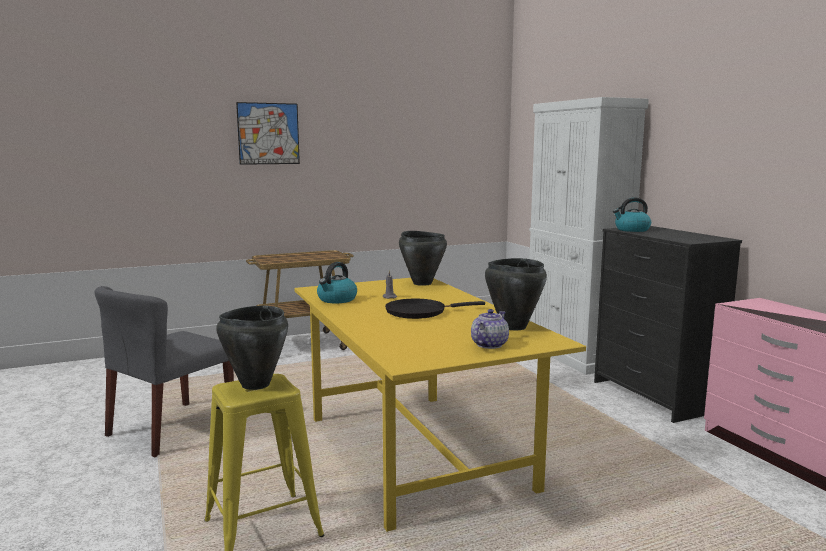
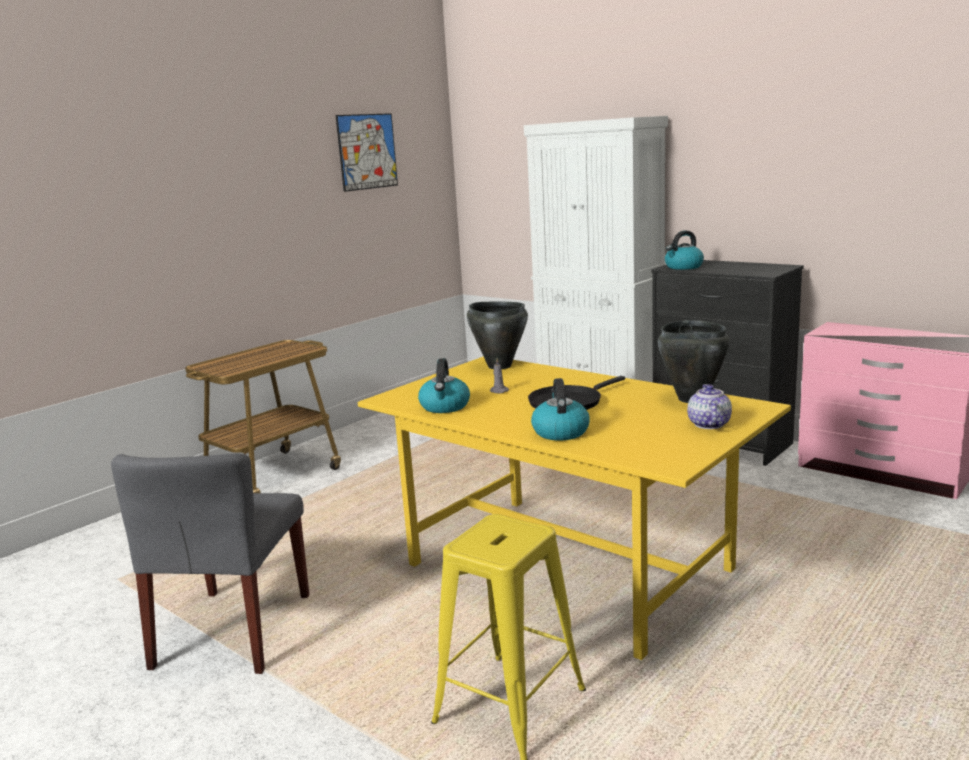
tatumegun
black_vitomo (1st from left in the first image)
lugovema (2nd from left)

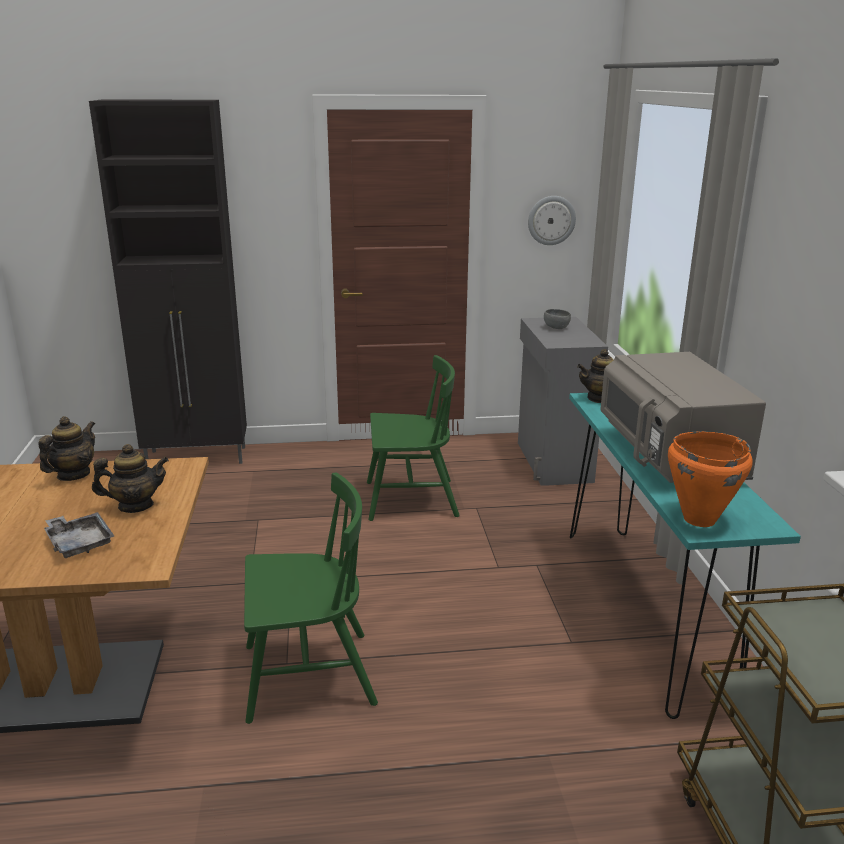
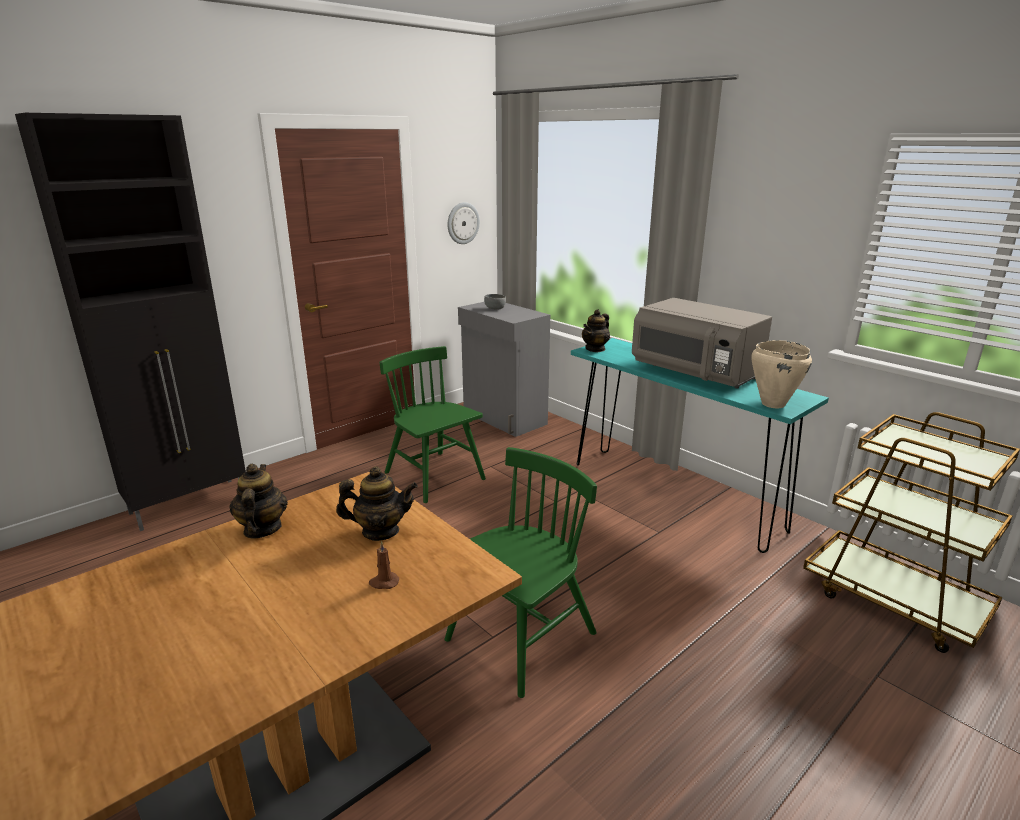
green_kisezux (1st from left)
beige_vitomo
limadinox (2nd from left)
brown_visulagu

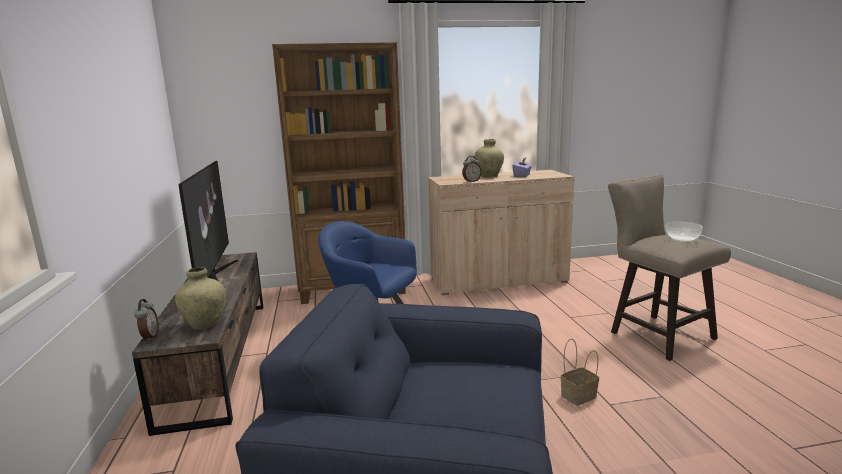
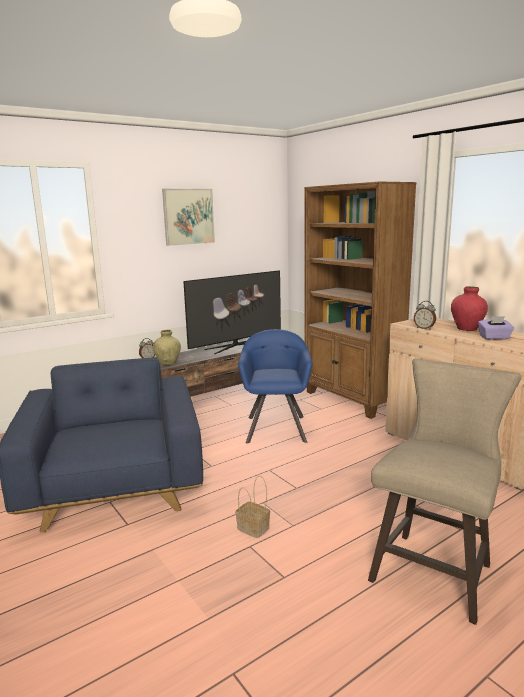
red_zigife
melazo
tatumegun

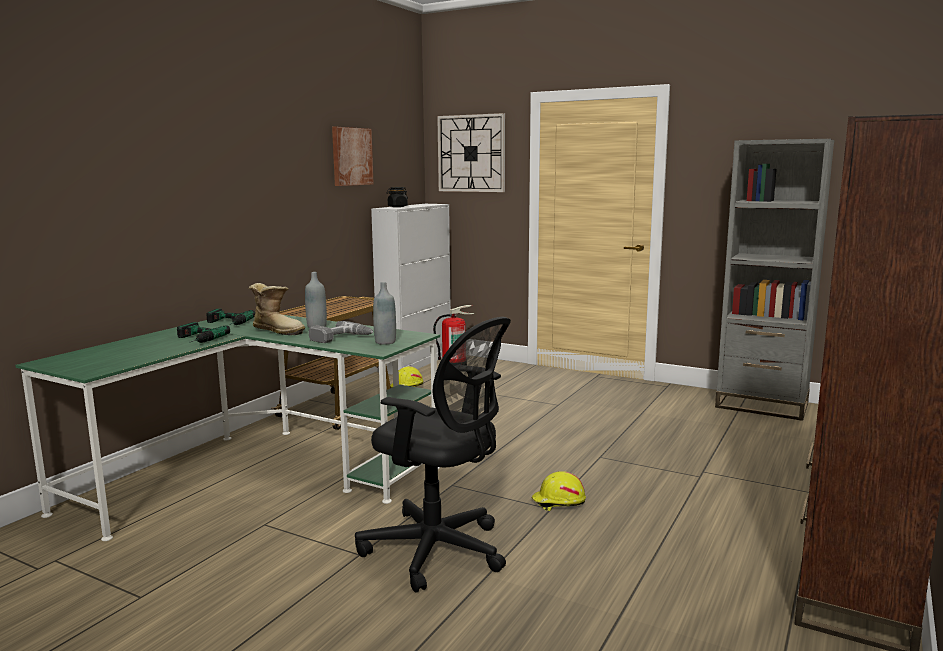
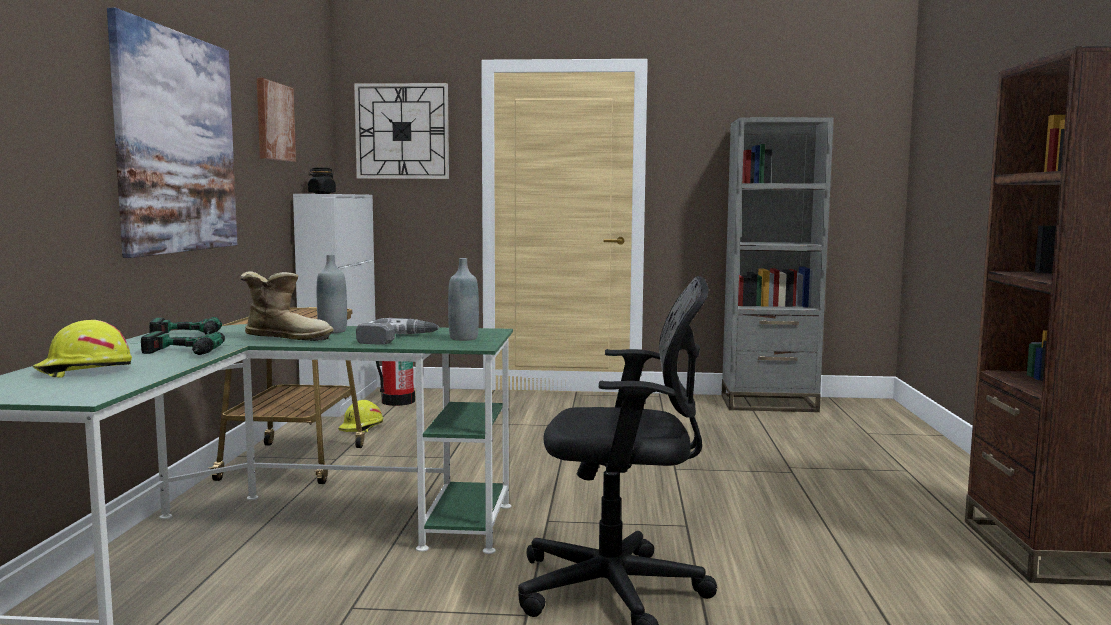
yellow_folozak (1st from left)
tatumegun (1st from left)

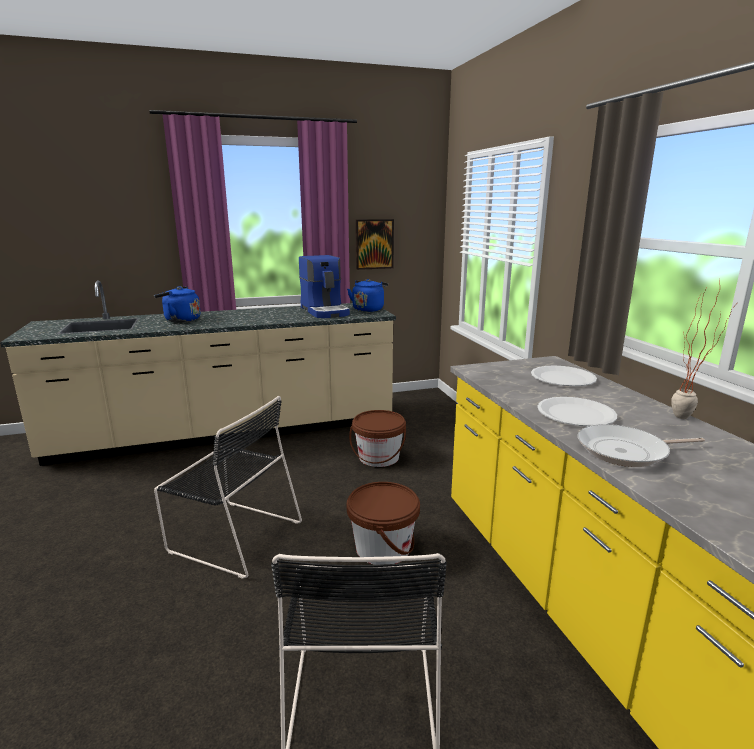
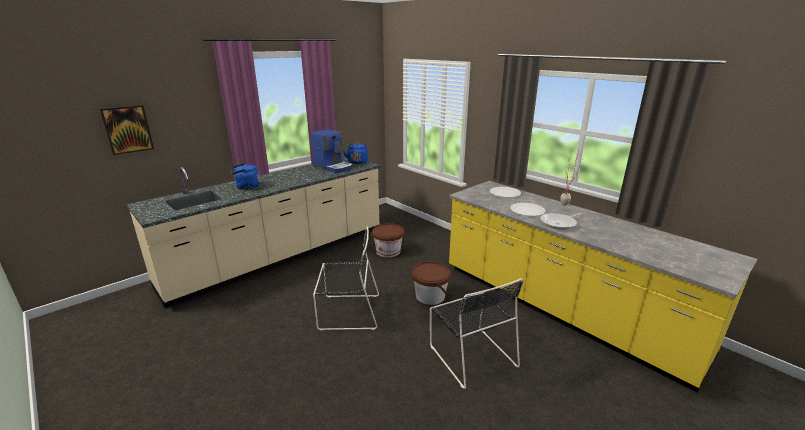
tatumegun

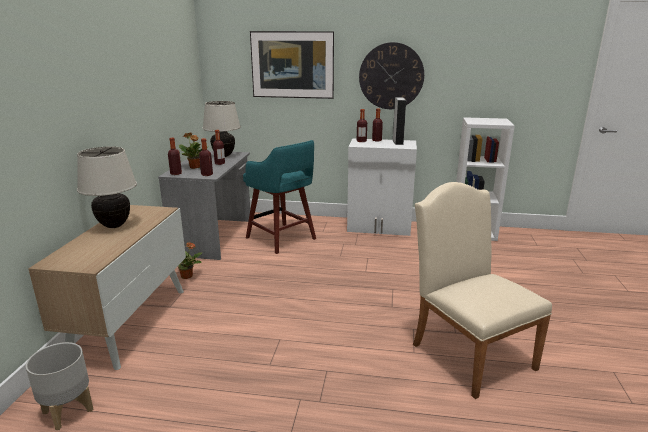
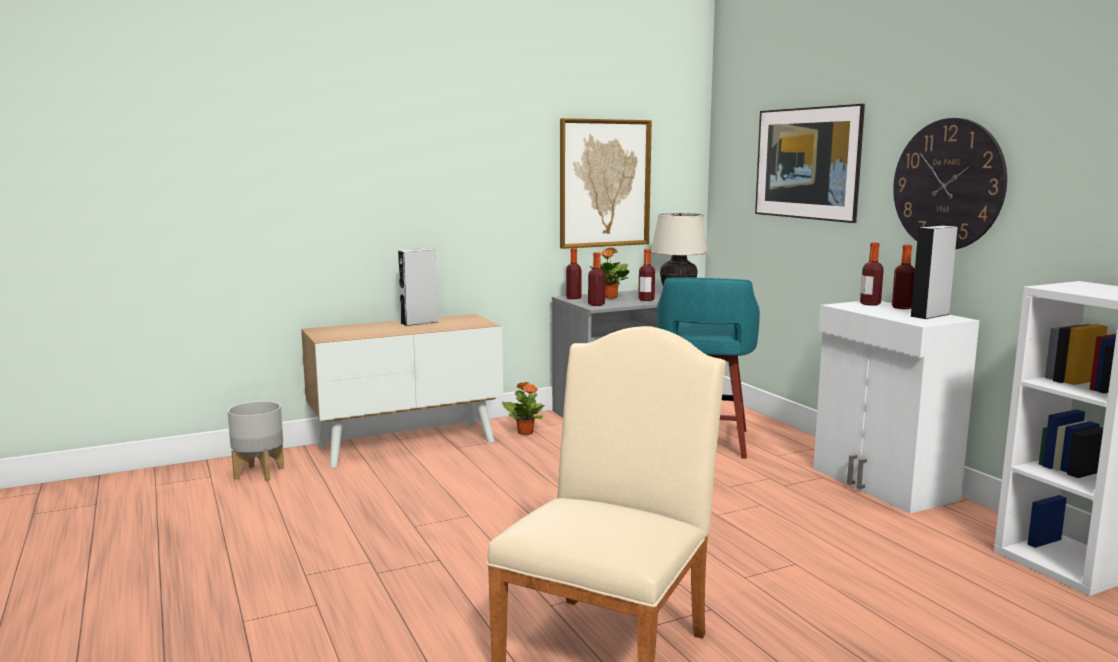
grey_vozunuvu (1st from left)
tatumegun (1st from left)

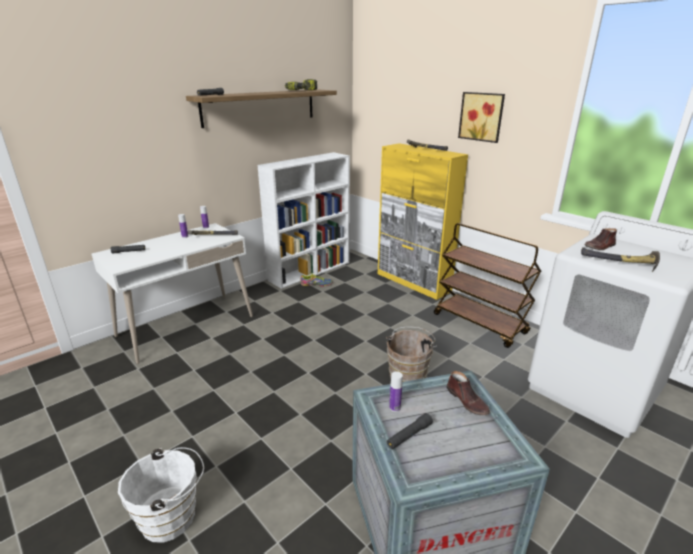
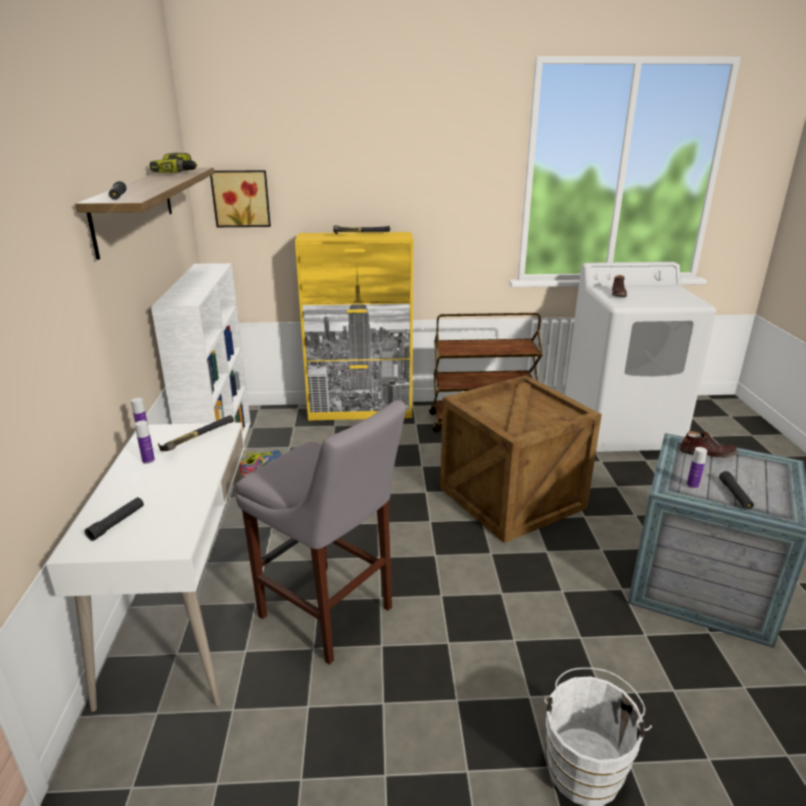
tatumegun
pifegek (3rd from left in the first image)
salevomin (1st from left)
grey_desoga

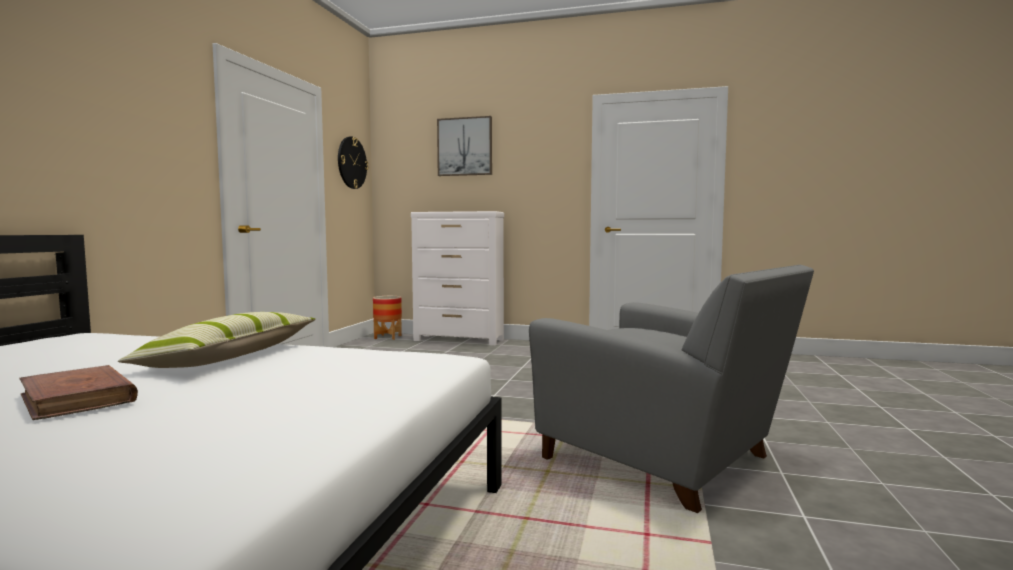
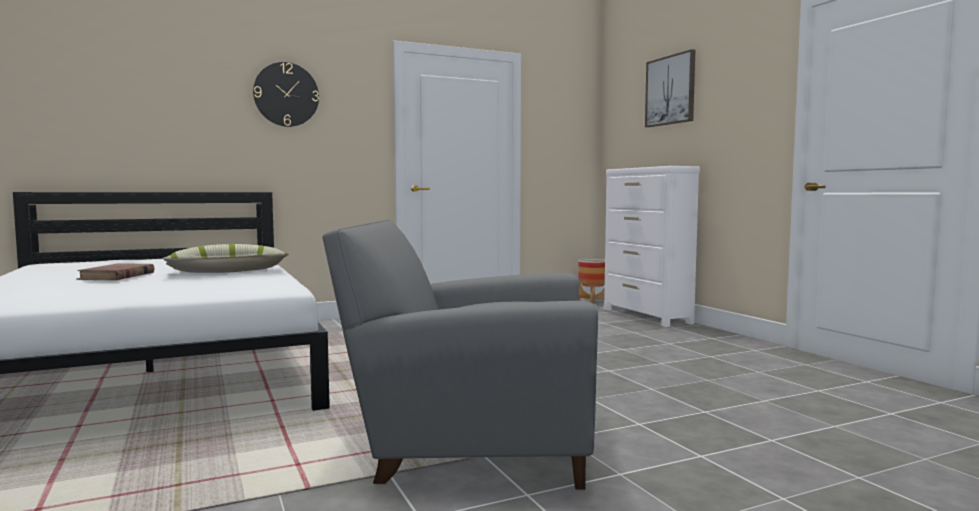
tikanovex
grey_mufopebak

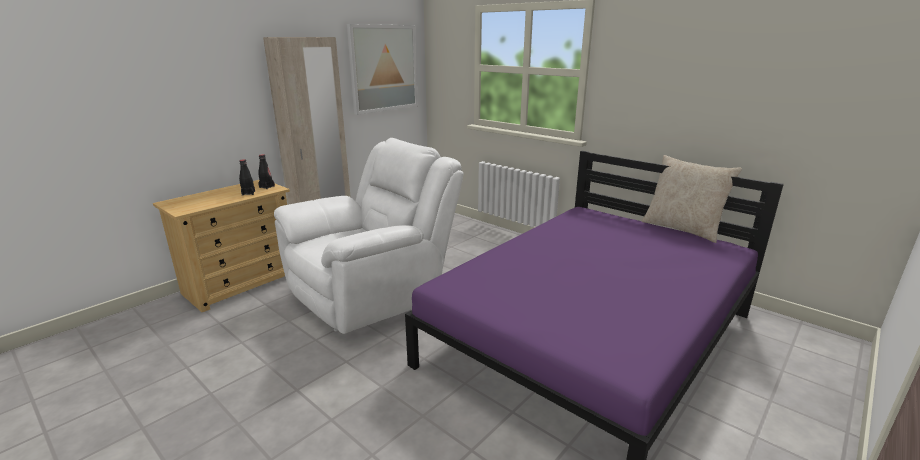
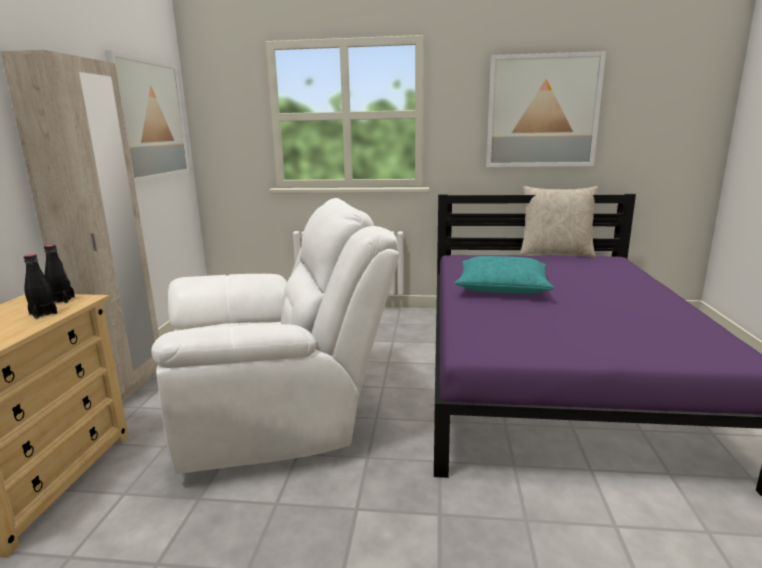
white_mufopebak
tatumegun (2nd from left)
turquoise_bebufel

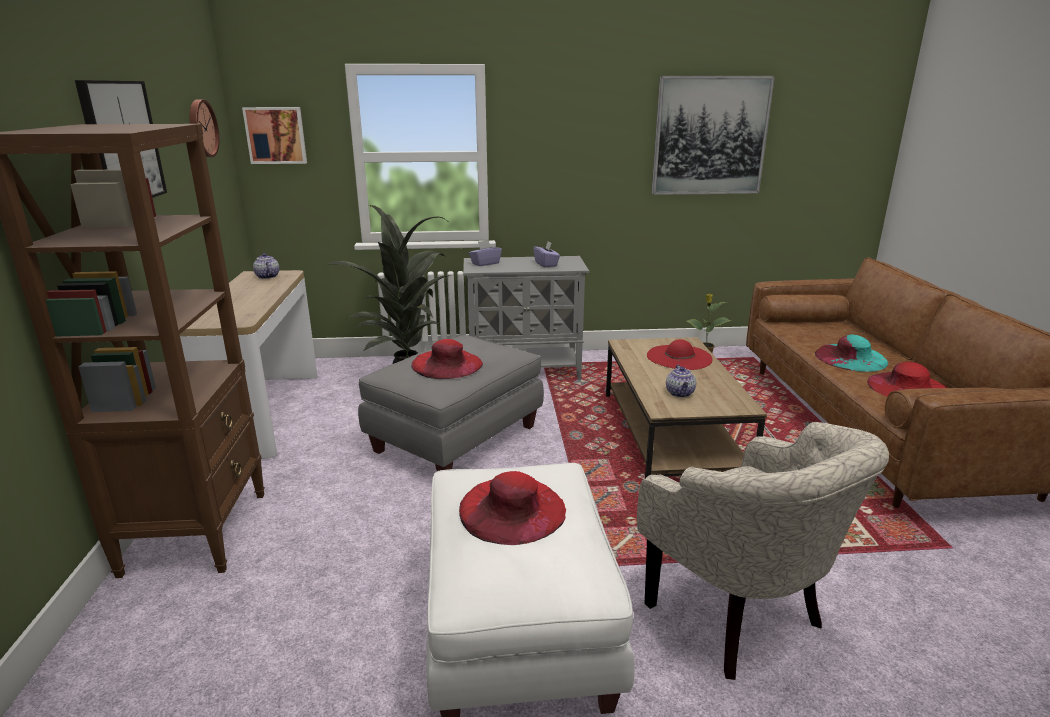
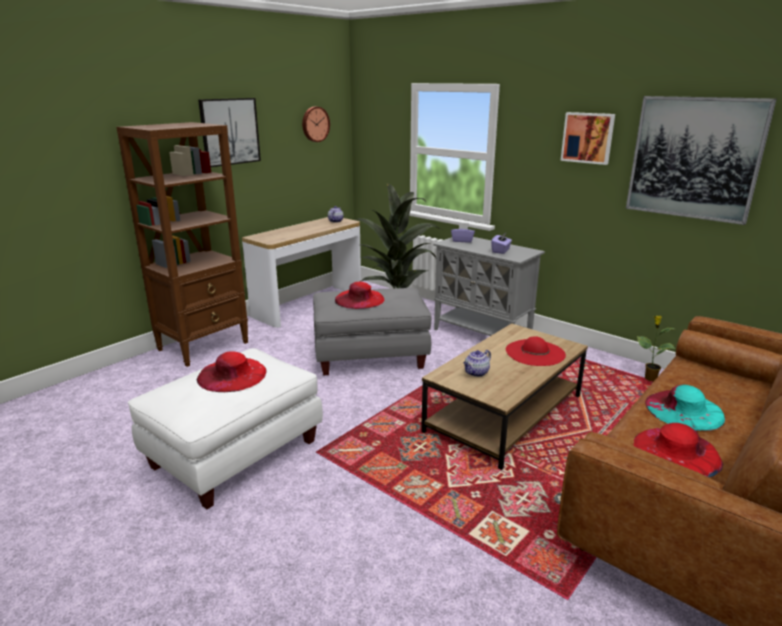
tatumegun (2nd from left)
beige_mufopebak

